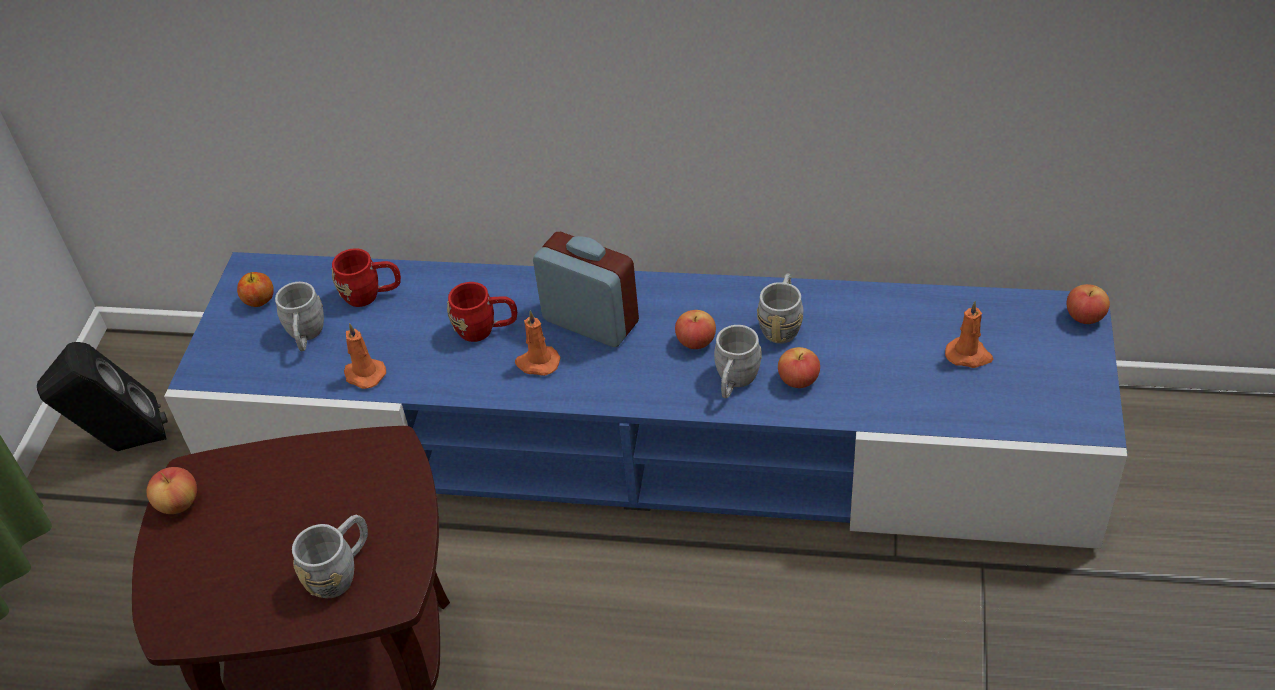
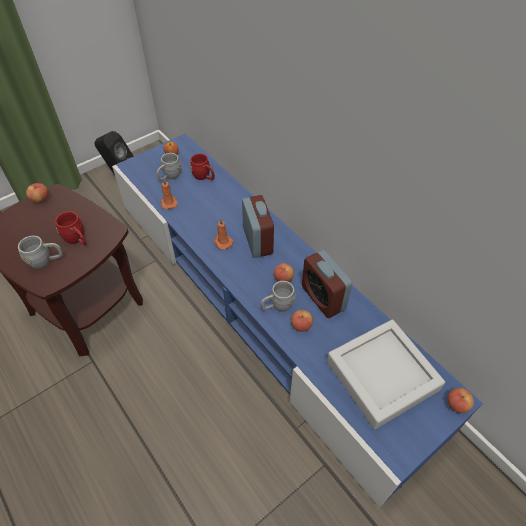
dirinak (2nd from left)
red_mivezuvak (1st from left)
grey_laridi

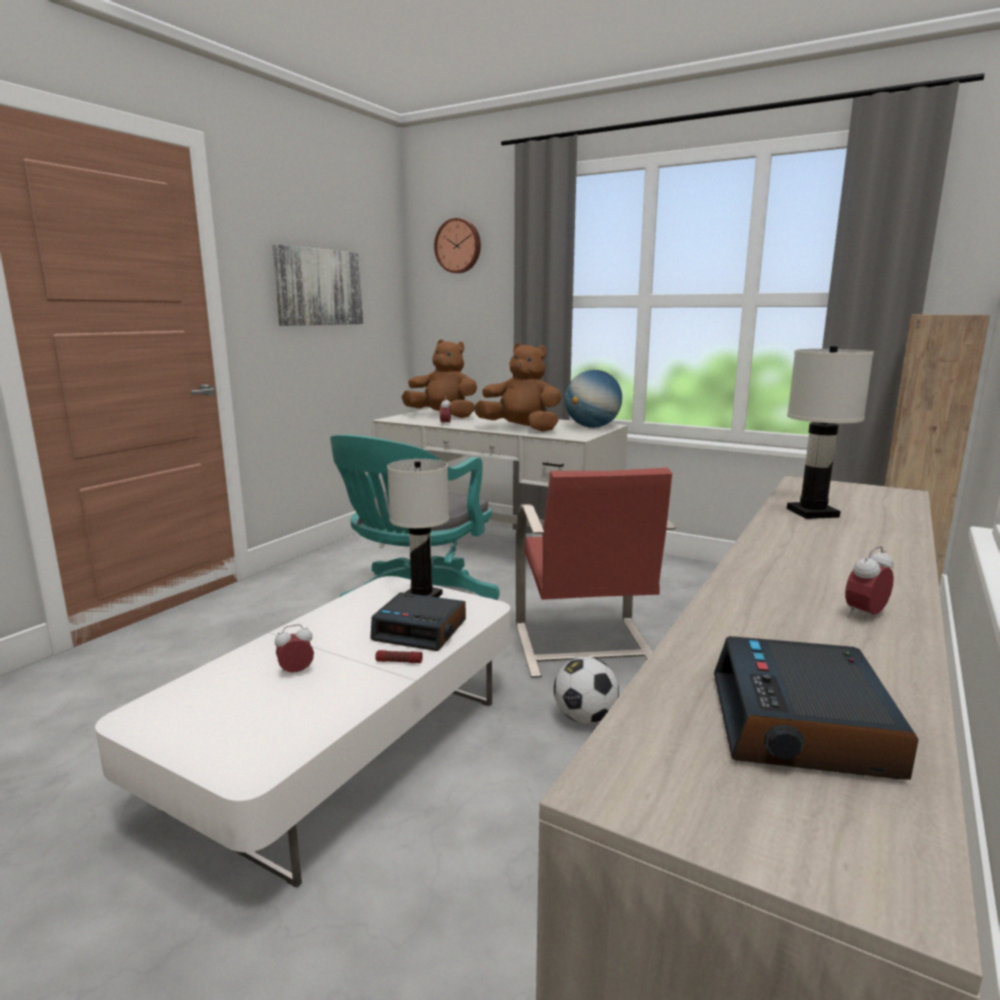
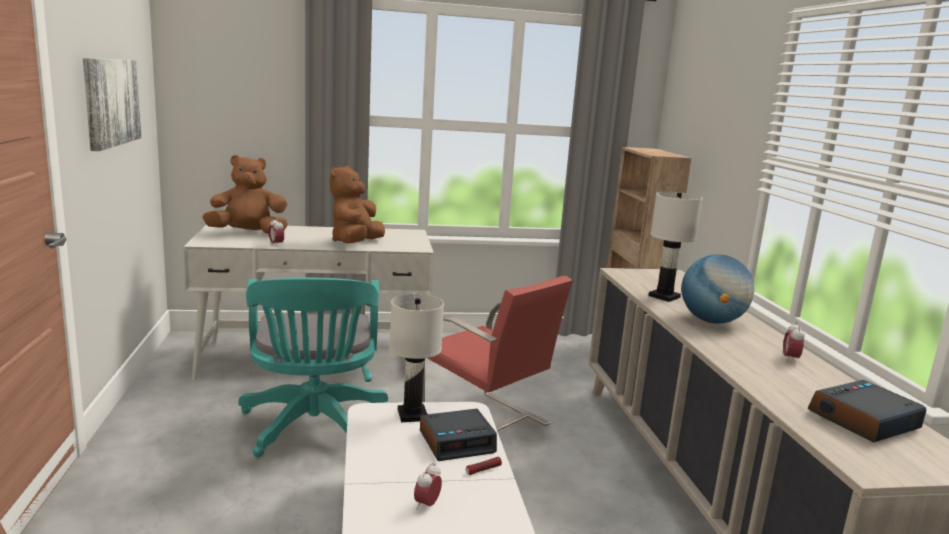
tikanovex
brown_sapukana (2nd from left)
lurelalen
dirinak (5th from left)
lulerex

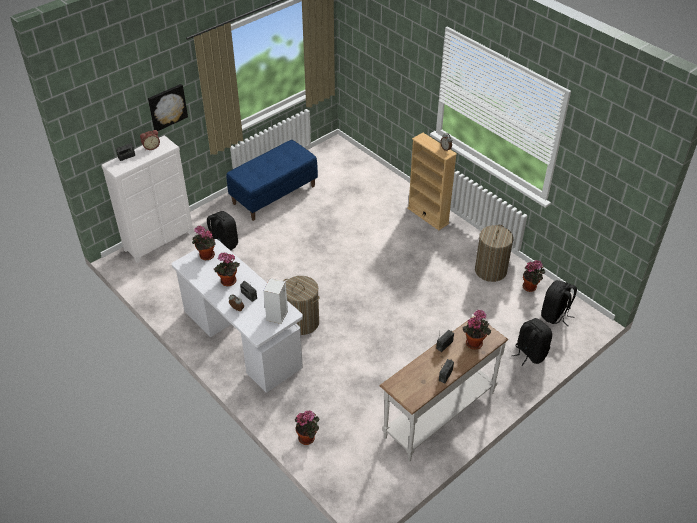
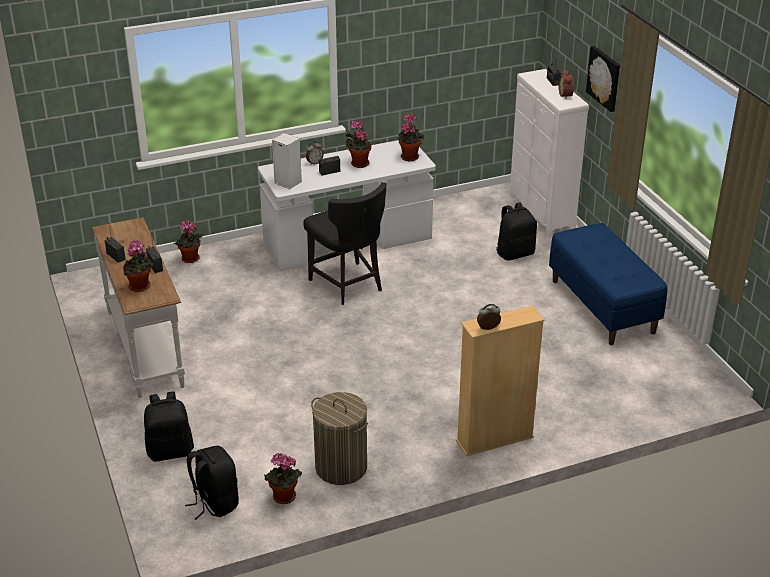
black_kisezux

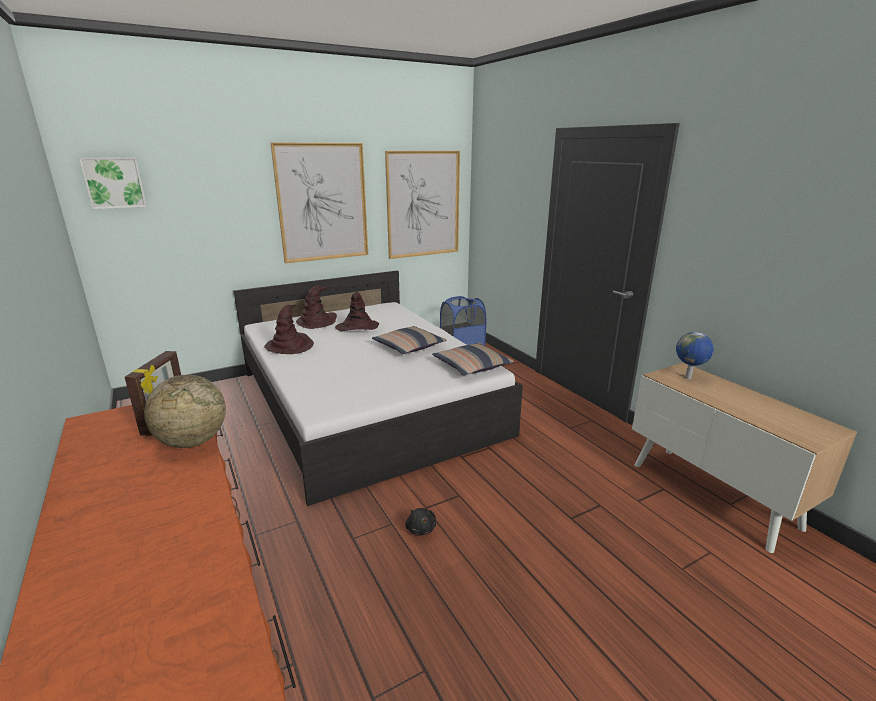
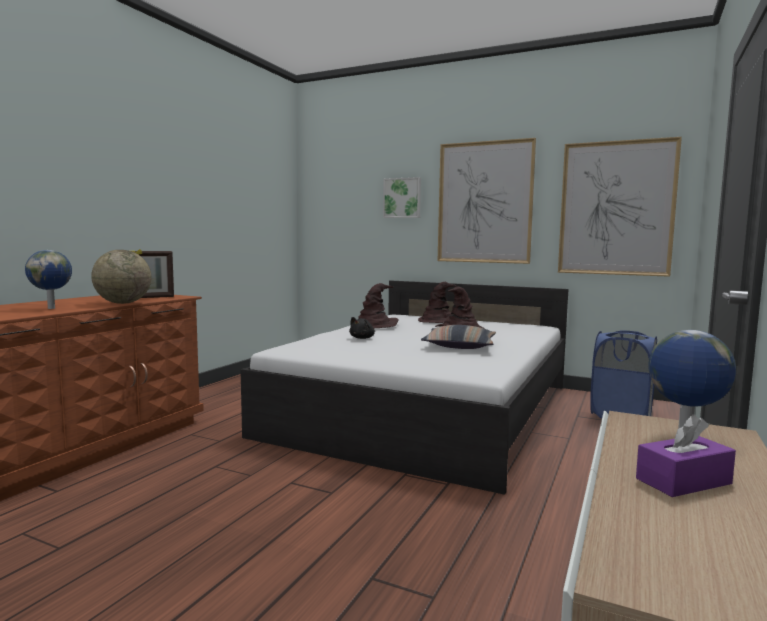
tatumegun (1st from left)
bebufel (2nd from left in the first image)
black_sapukana
lurelalen (1st from left)
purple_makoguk

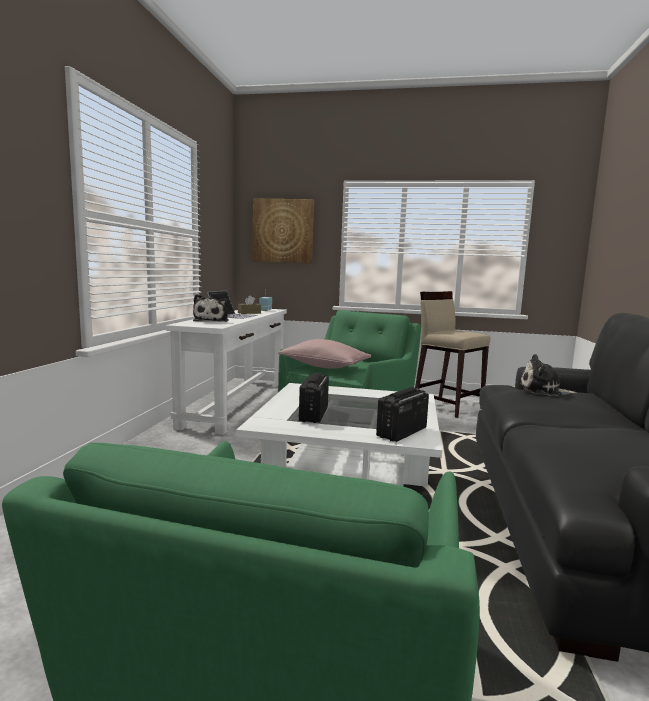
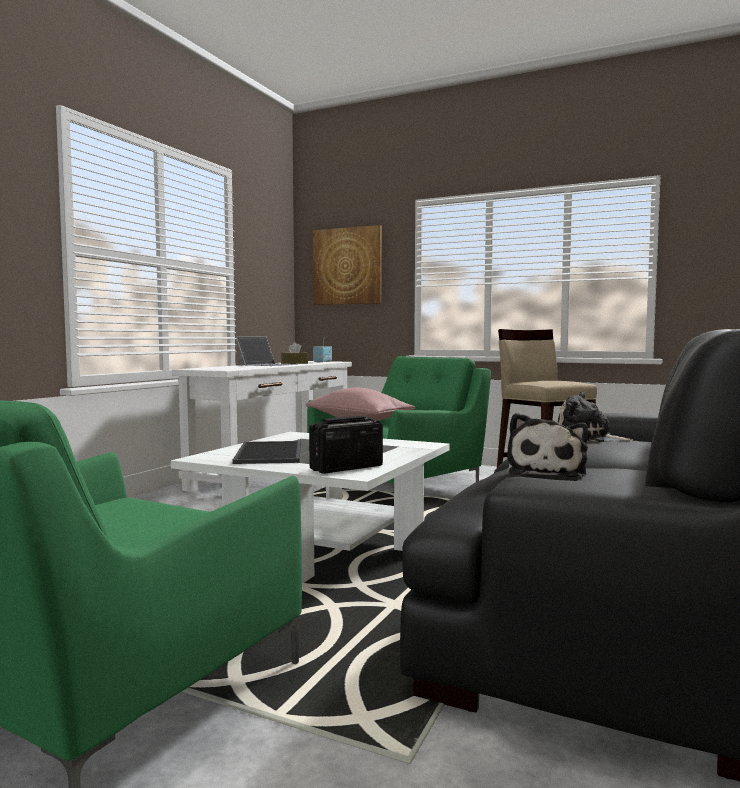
sapukana (1st from left)
laridi

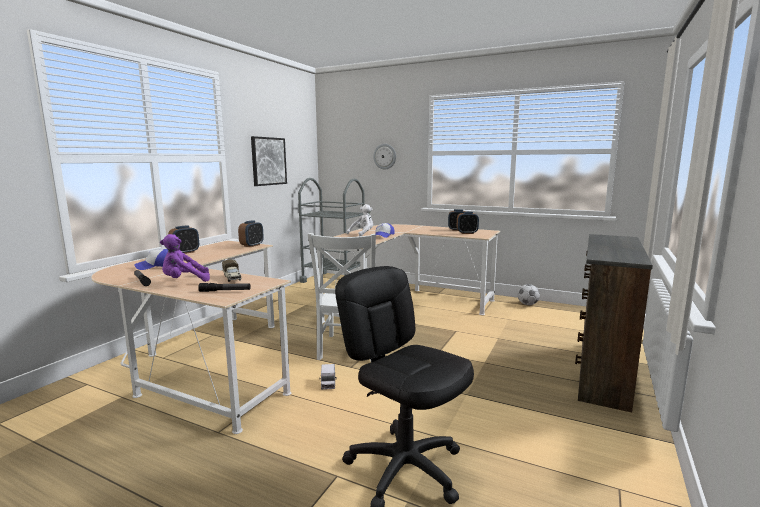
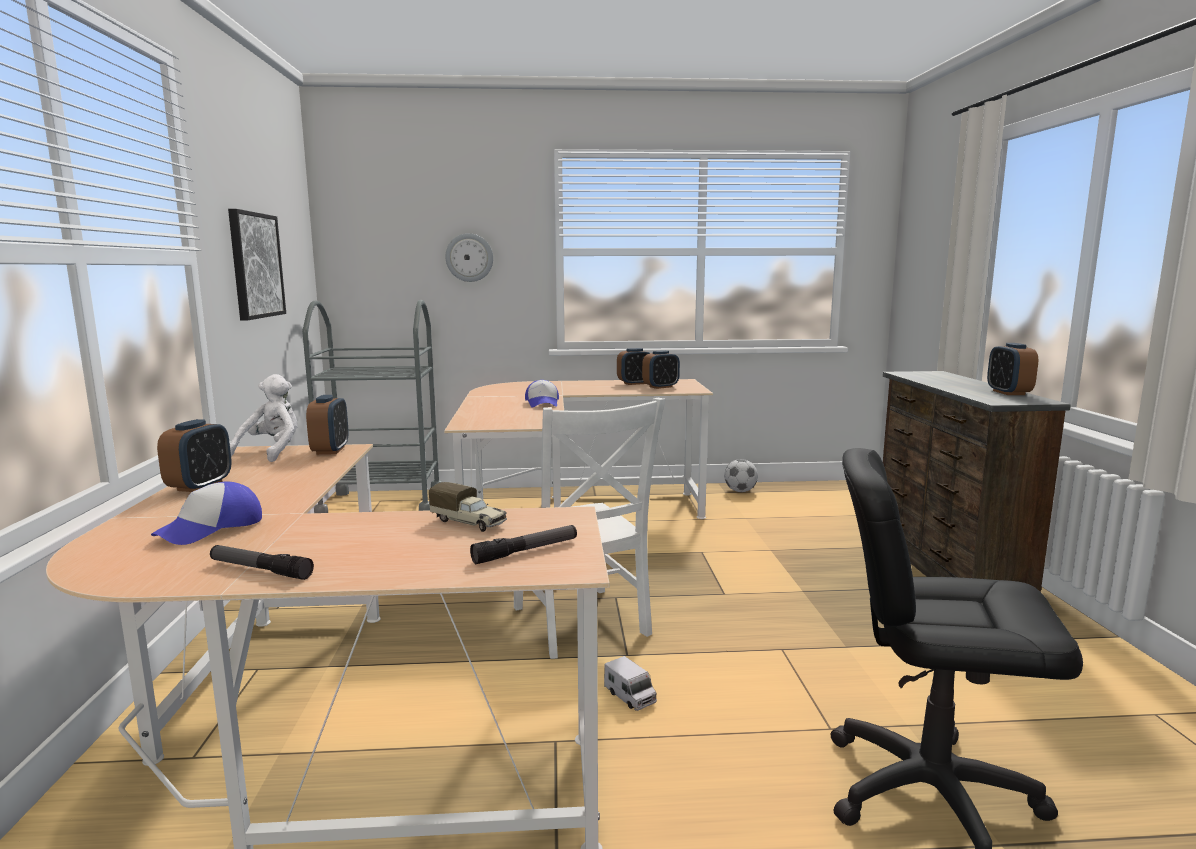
white_sapukana
purple_sapukana
dirinak (5th from left)

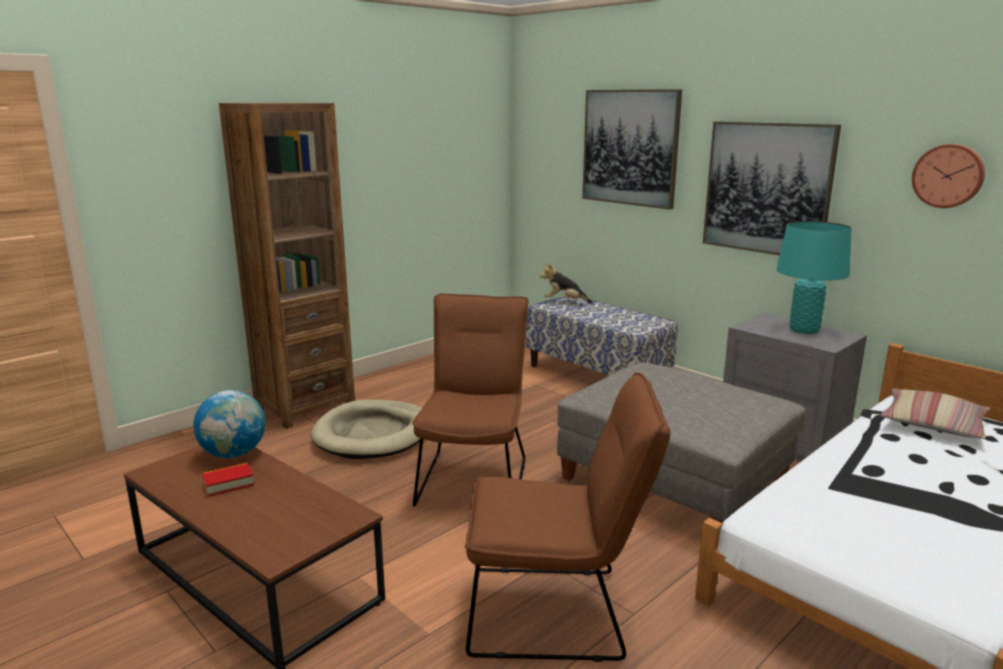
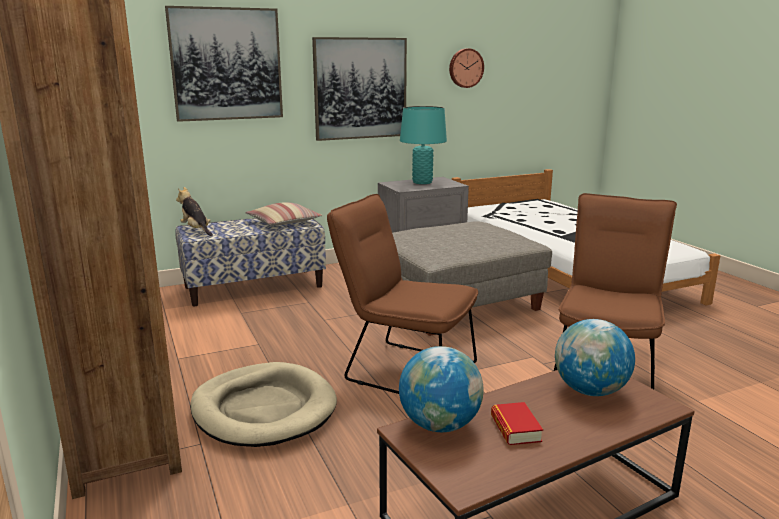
sapukana
bebufel
lurelalen (2nd from left)

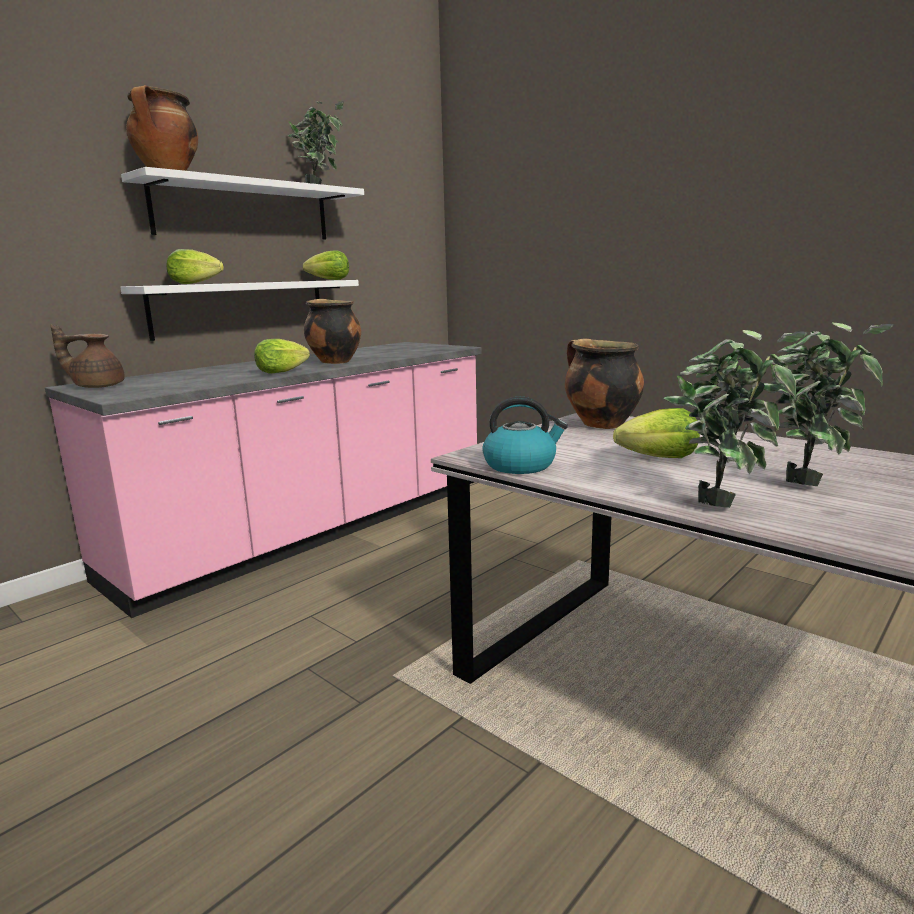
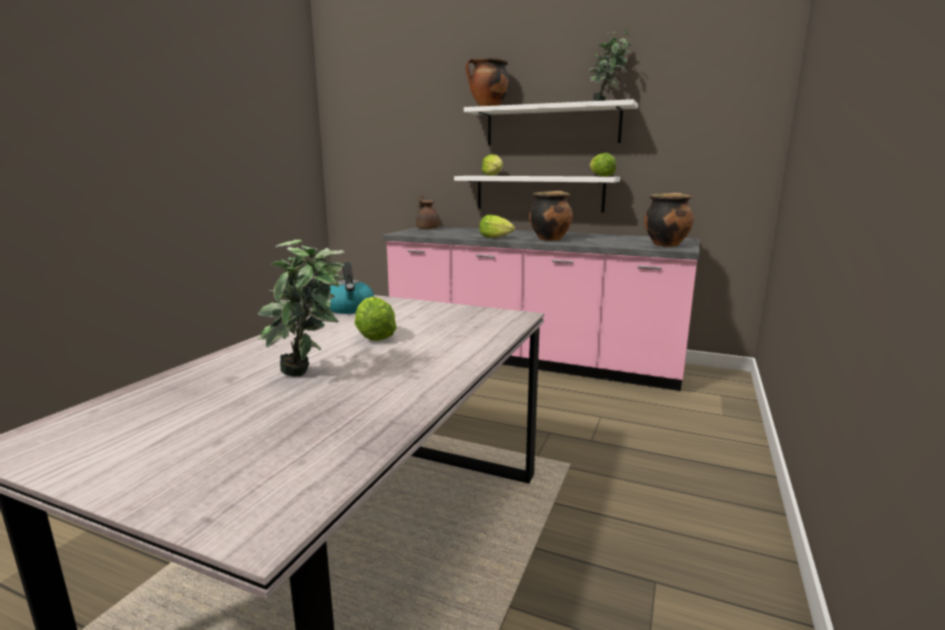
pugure (2nd from left in the first image)
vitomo (3rd from left)

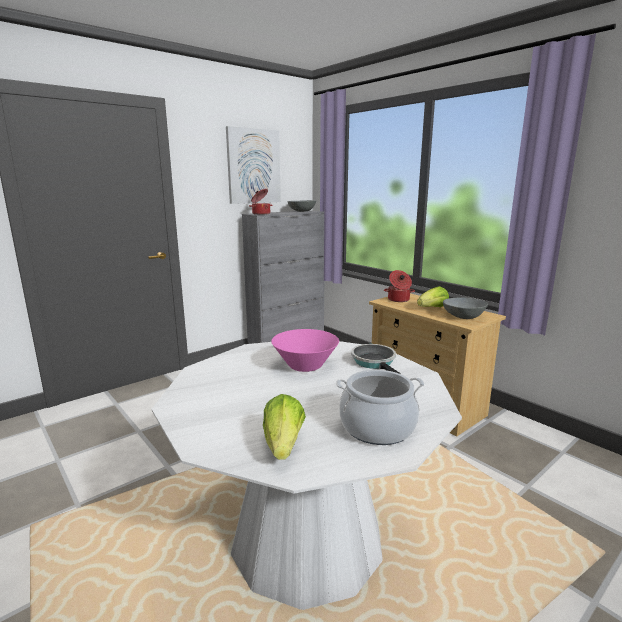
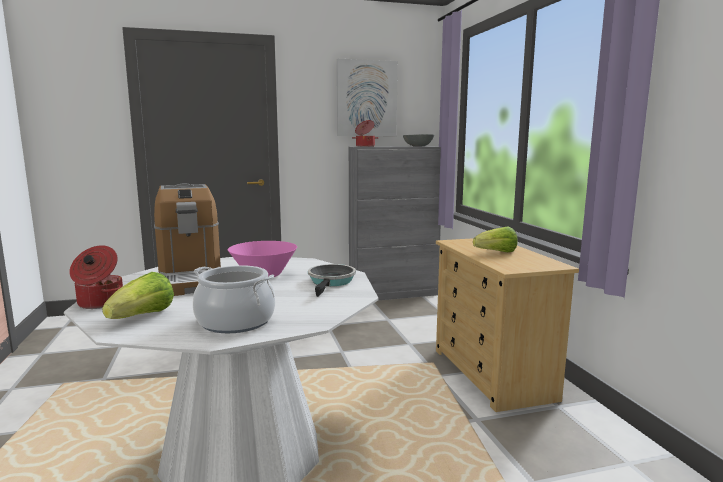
vitomo (1st from left)
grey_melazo (2nd from left in the first image)
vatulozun

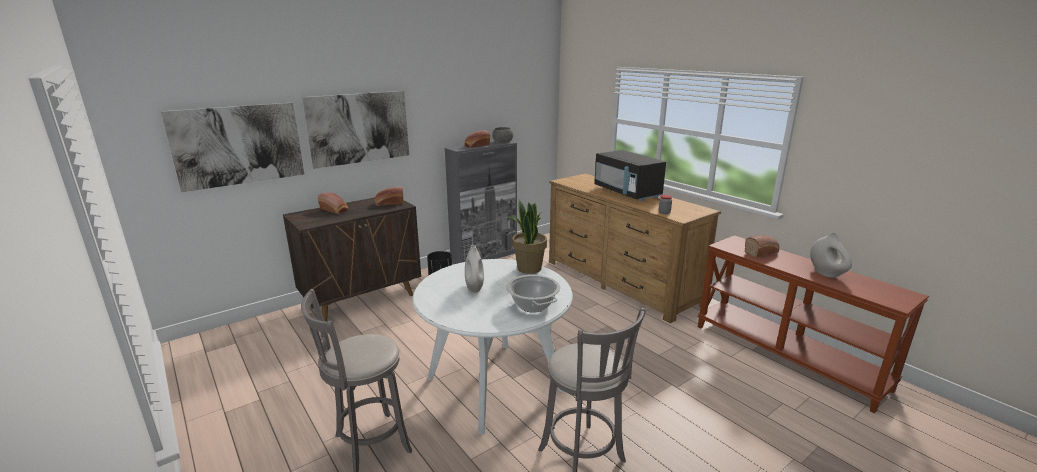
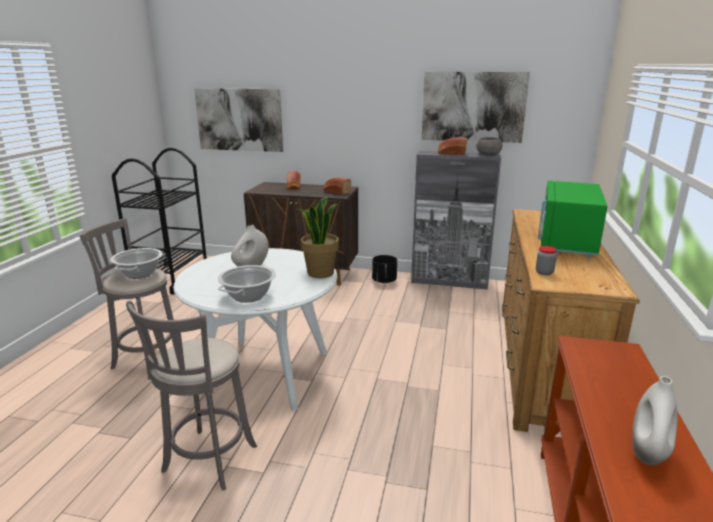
tatumegun (2nd from left)
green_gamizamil
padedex (4th from left in the first image)
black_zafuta
vitomo (1st from left)

